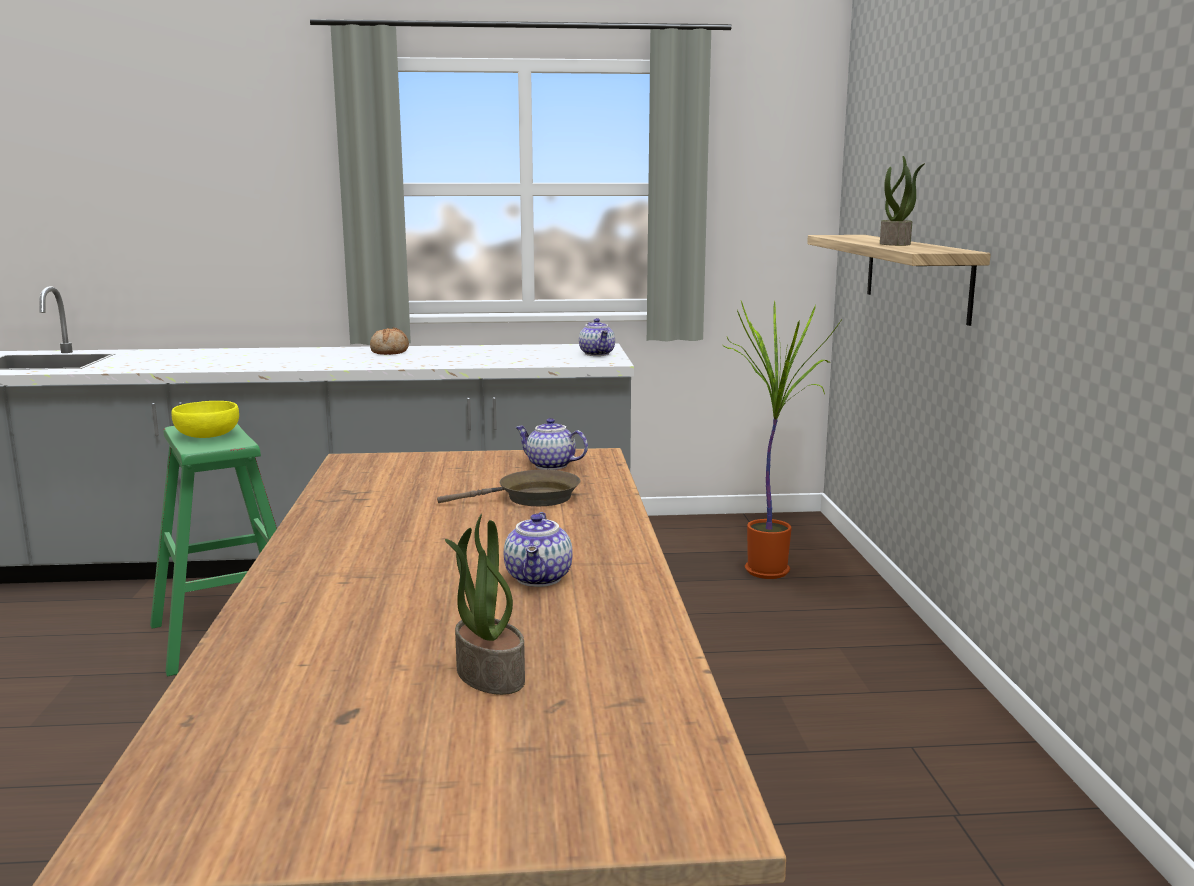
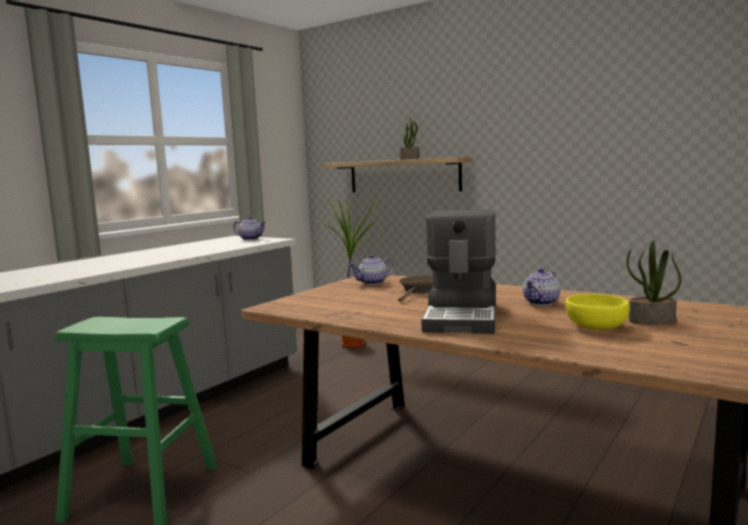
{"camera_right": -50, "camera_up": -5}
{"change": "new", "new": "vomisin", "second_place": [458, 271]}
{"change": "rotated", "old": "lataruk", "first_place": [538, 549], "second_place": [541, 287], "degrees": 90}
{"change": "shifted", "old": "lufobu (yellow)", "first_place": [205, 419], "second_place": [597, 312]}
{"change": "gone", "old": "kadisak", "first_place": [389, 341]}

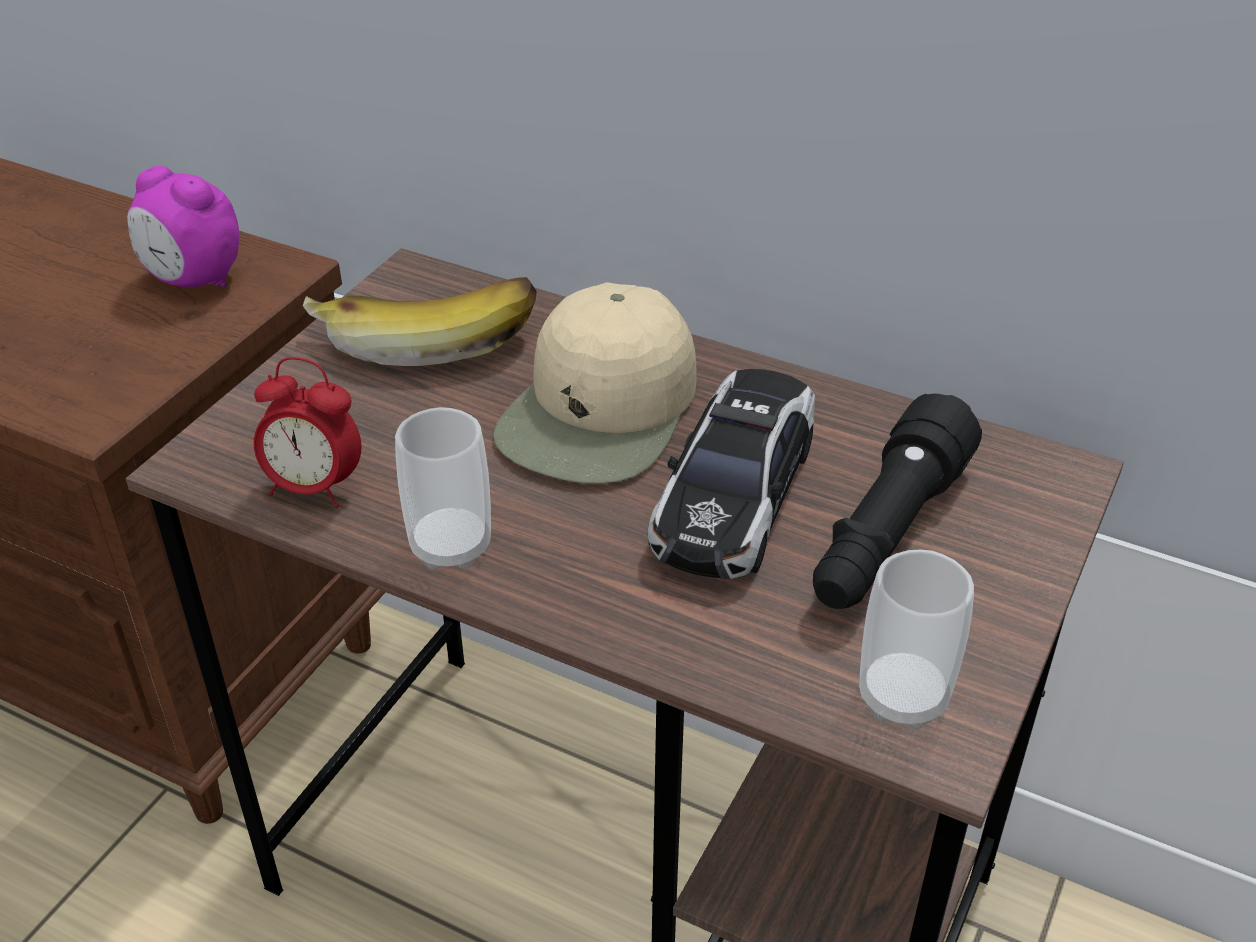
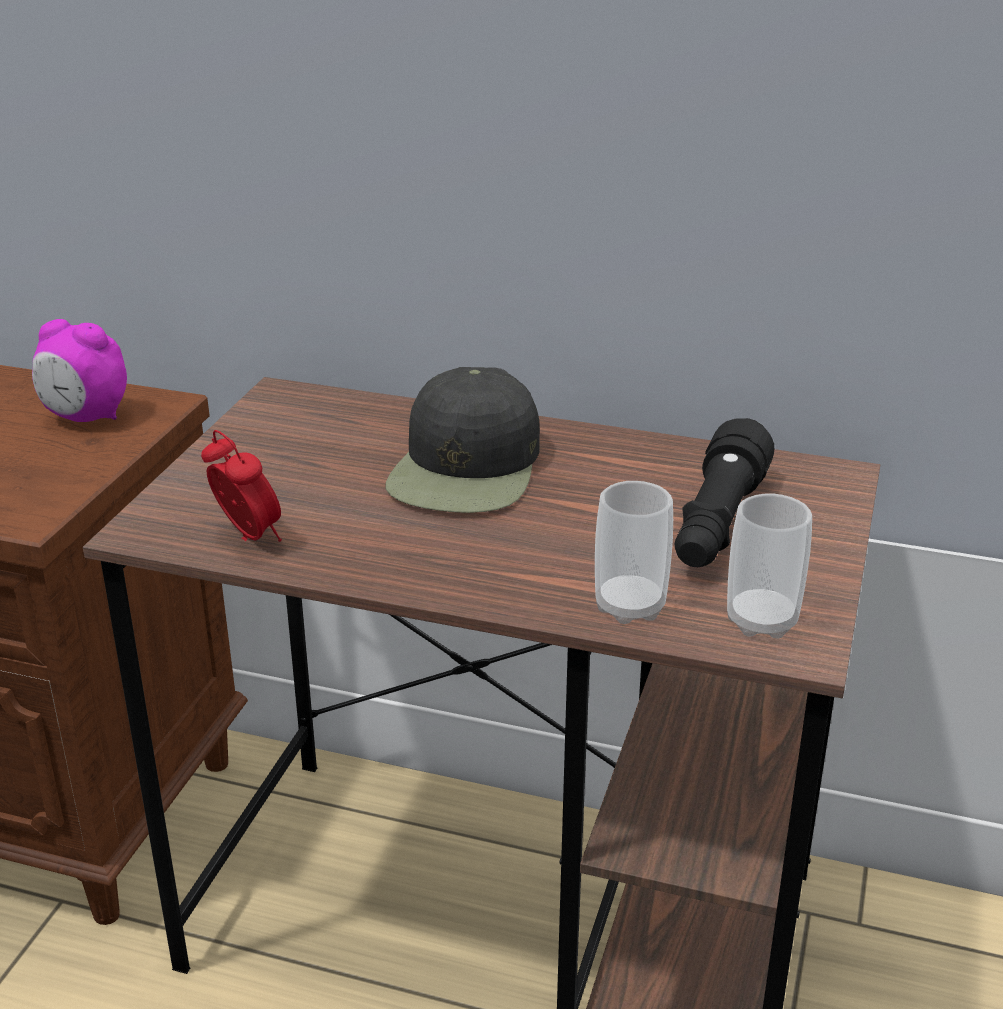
{"camera_right": -10, "camera_up": -10}
{"change": "rotated", "old": "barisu", "first_place": [307, 432], "second_place": [241, 486], "degrees": -135}
{"change": "repainted", "old": "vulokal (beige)", "new": "vulokal (black)", "first_place": [595, 383], "second_place": [463, 440]}
{"change": "shifted", "old": "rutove", "first_place": [443, 488], "second_place": [634, 552]}
{"change": "gone", "old": "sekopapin", "first_place": [420, 321]}
{"change": "gone", "old": "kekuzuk", "first_place": [731, 474]}

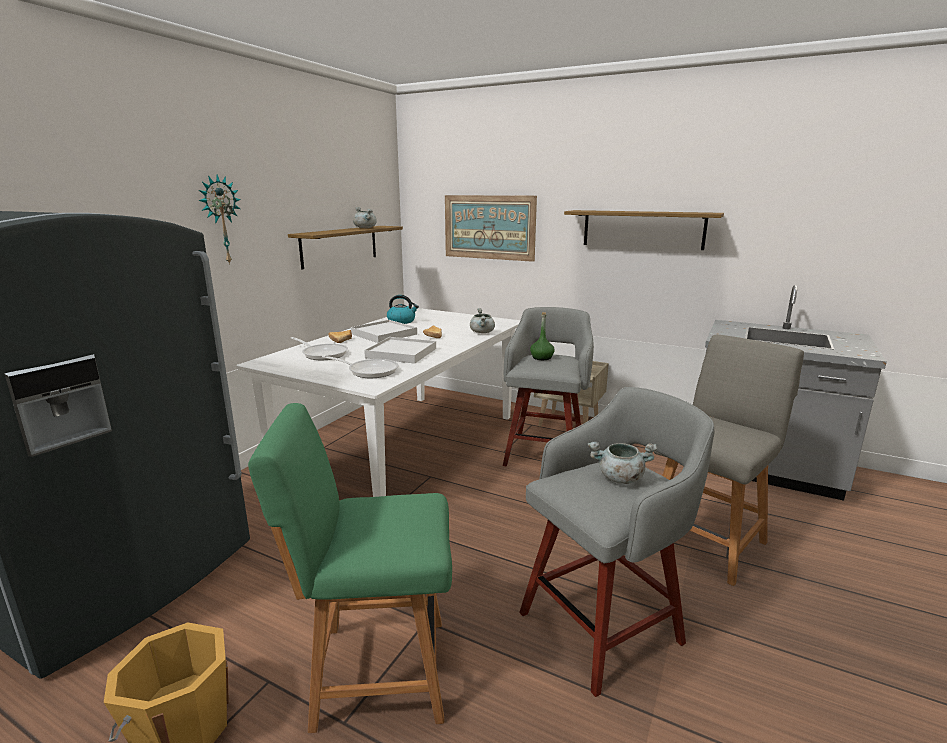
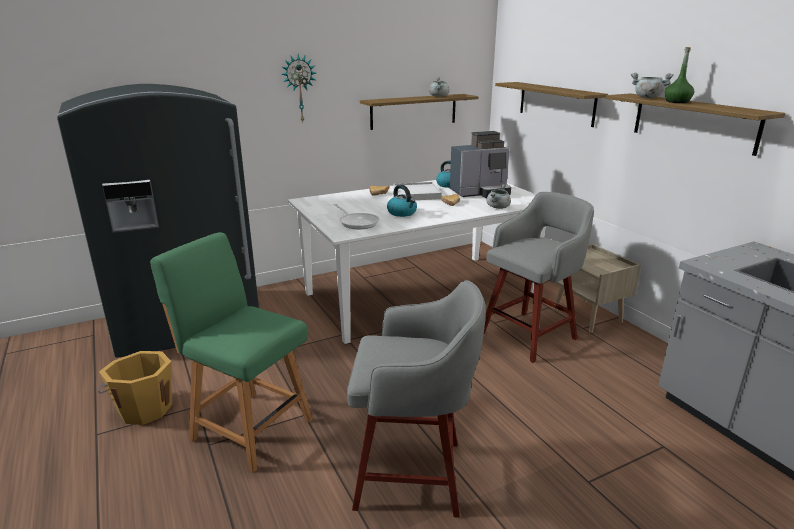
{"camera_right": 35, "camera_up": 5}
{"change": "swapped", "old": "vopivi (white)", "new": "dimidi", "first_place": [400, 350], "second_place": [402, 201]}
{"change": "new", "new": "vomisin", "second_place": [480, 164]}
{"change": "swapped", "old": "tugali", "new": "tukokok", "first_place": [491, 228], "second_place": [551, 104]}
{"change": "shifted", "old": "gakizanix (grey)", "first_place": [622, 462], "second_place": [652, 85]}
{"change": "shifted", "old": "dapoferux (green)", "first_place": [542, 336], "second_place": [680, 75]}
{"change": "gone", "old": "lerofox", "first_place": [319, 348]}
{"change": "gone", "old": "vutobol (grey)", "first_place": [729, 460]}

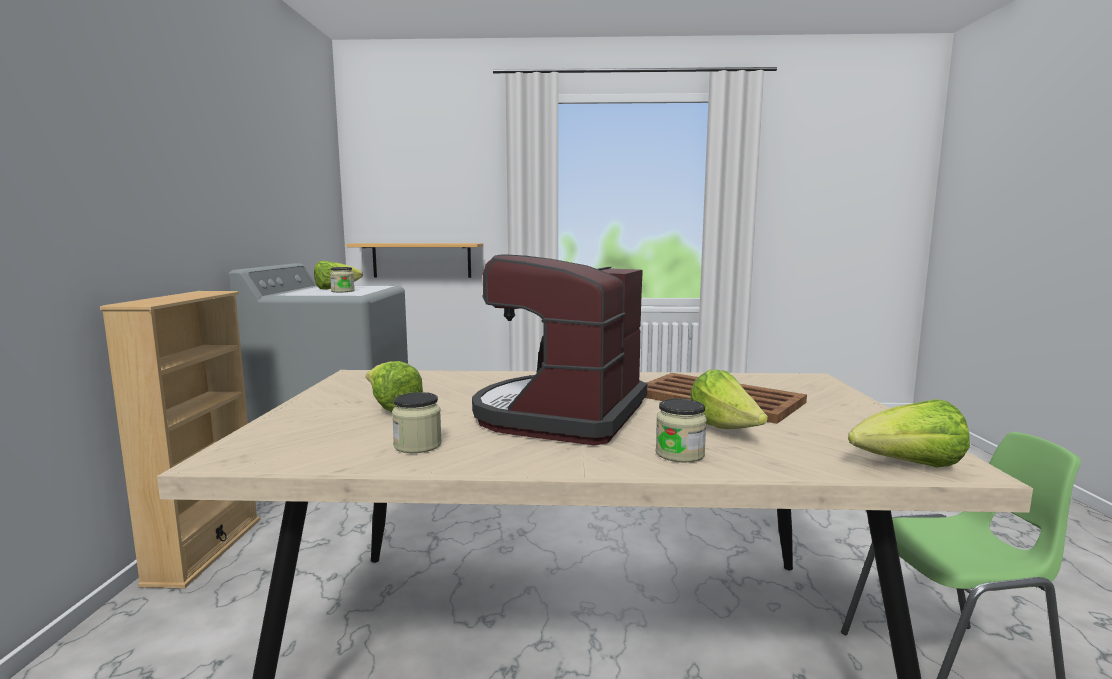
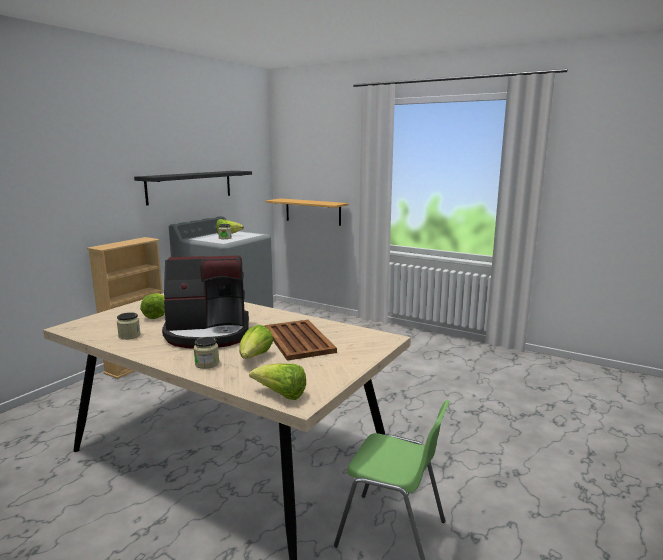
{"camera_right": 30, "camera_up": 5}
{"change": "new", "new": "tukokok (black)", "second_place": [193, 188]}
{"change": "rotated", "old": "vomisin", "first_place": [559, 350], "second_place": [205, 302], "degrees": -150}

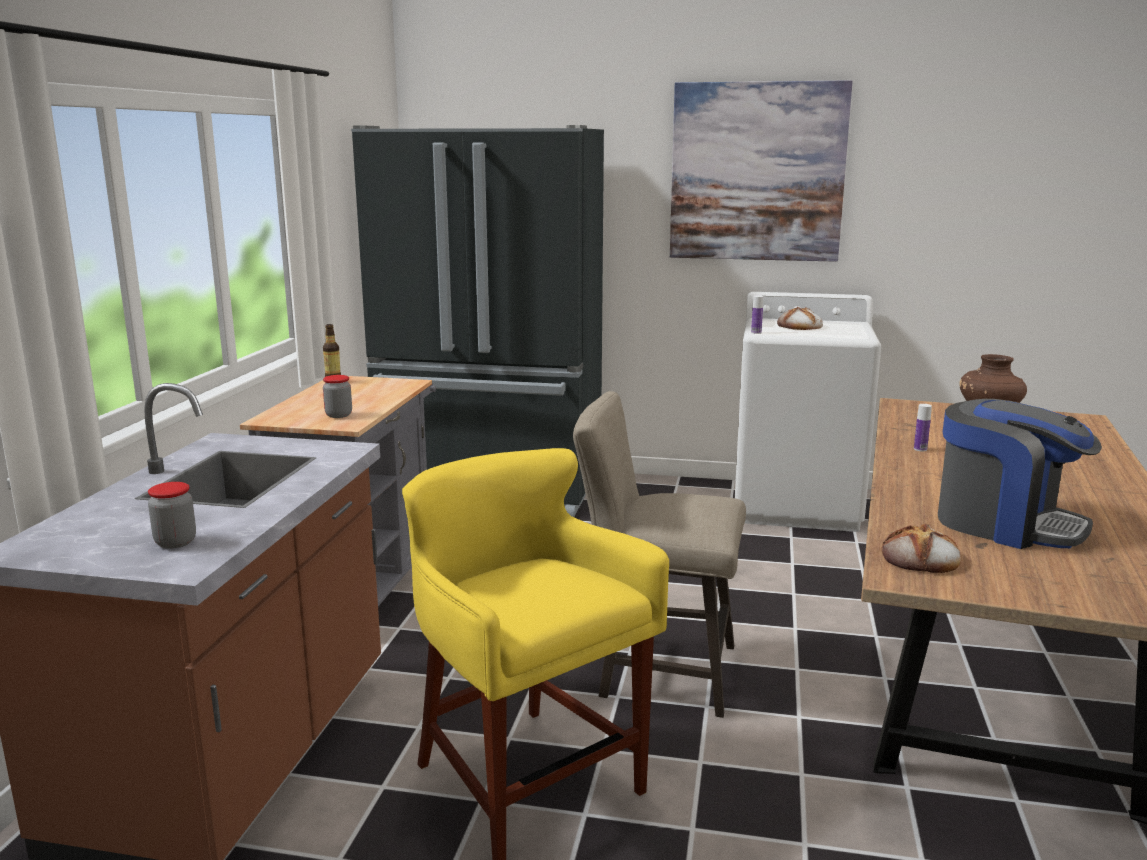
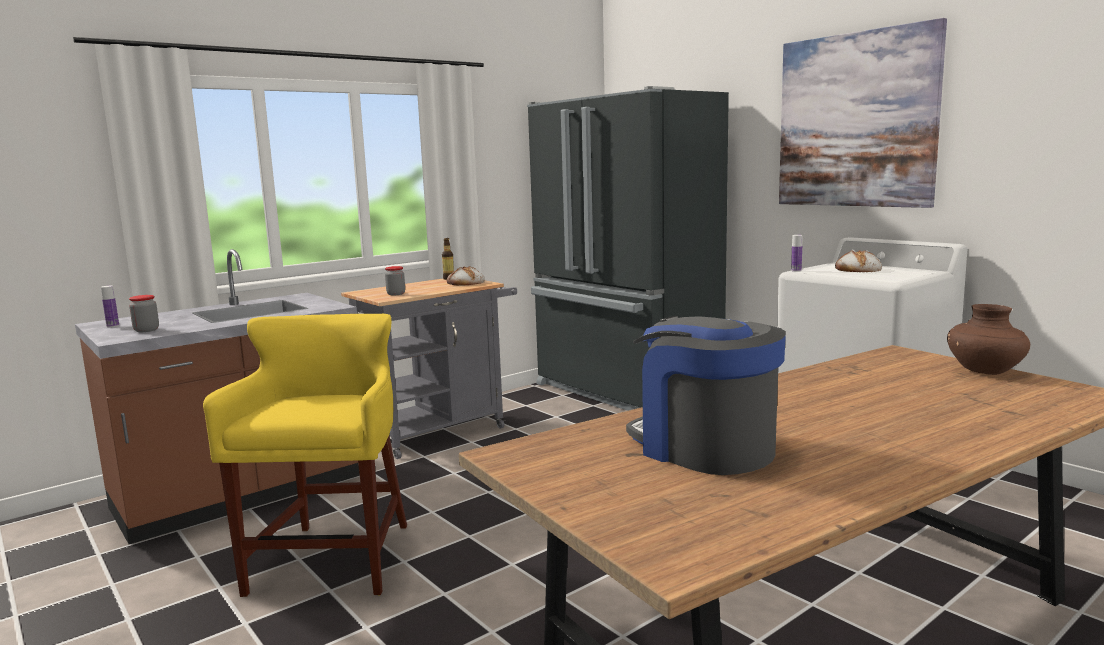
{"camera_right": 40, "camera_up": -5}
{"change": "shifted", "old": "dapoferux", "first_place": [923, 427], "second_place": [110, 307]}
{"change": "shifted", "old": "kadisak", "first_place": [921, 548], "second_place": [466, 275]}
{"change": "rotated", "old": "vomisin", "first_place": [1020, 474], "second_place": [706, 395], "degrees": 150}
{"change": "gone", "old": "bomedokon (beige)", "first_place": [659, 554]}

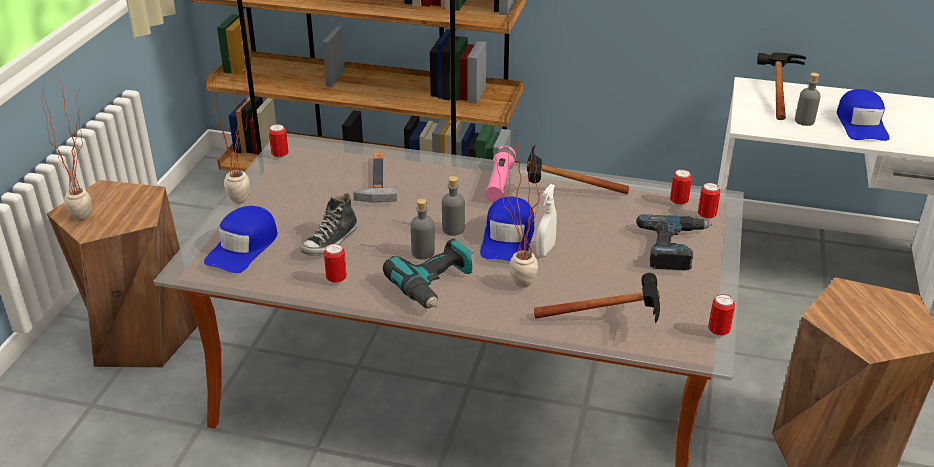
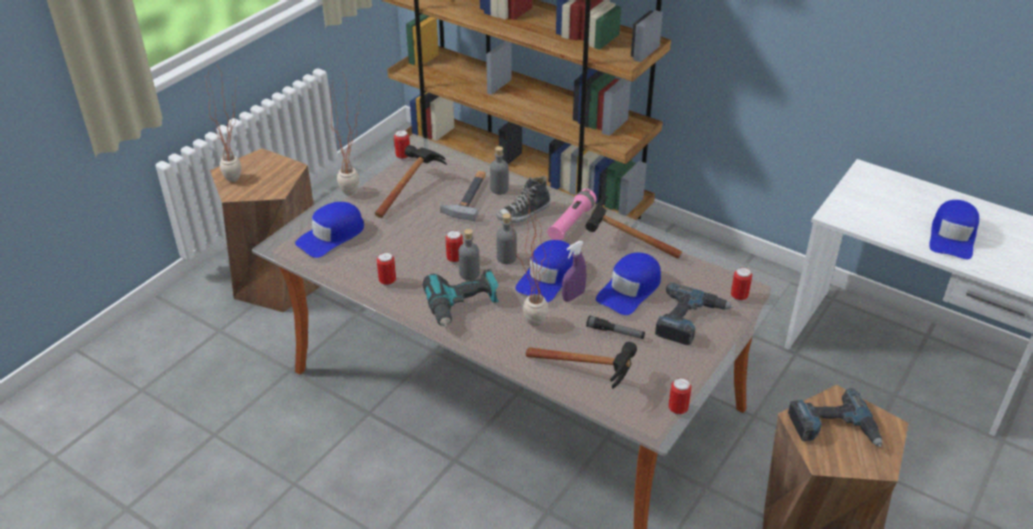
{"camera_right": 20, "camera_up": 5}
{"change": "shifted", "old": "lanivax", "first_place": [781, 86], "second_place": [411, 181]}
{"change": "shifted", "old": "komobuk", "first_place": [681, 187], "second_place": [454, 247]}
{"change": "shifted", "old": "dapoferux (grey)", "first_place": [808, 99], "second_place": [499, 170]}
{"change": "shifted", "old": "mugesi", "first_place": [329, 224], "second_place": [523, 199]}
{"change": "repainted", "old": "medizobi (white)", "new": "medizobi (purple)", "first_place": [546, 220], "second_place": [574, 271]}
{"change": "new", "new": "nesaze", "second_place": [615, 327]}
{"change": "new", "new": "vulokal (blue)", "second_place": [628, 284]}
{"change": "new", "new": "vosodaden", "second_place": [835, 418]}

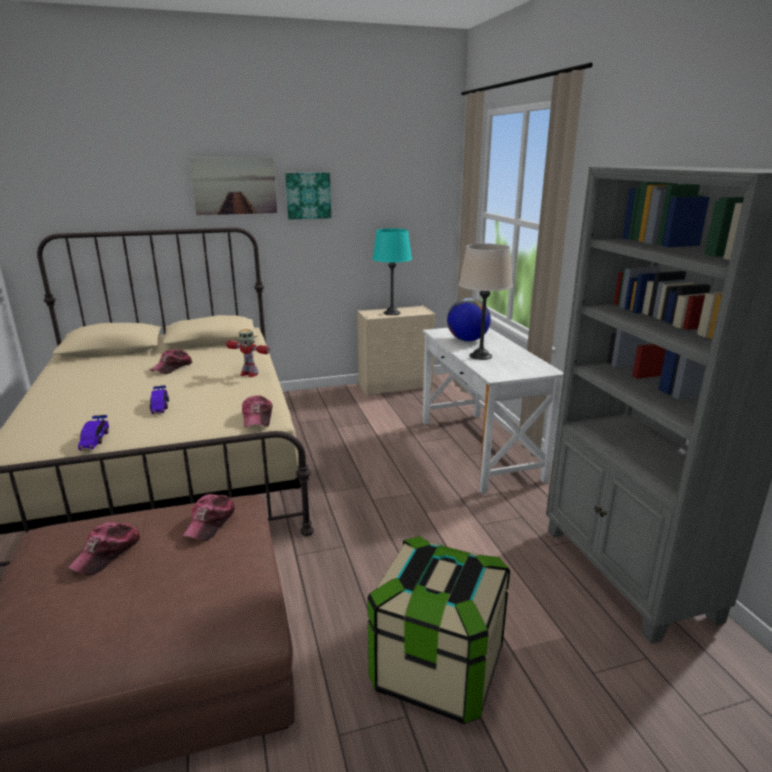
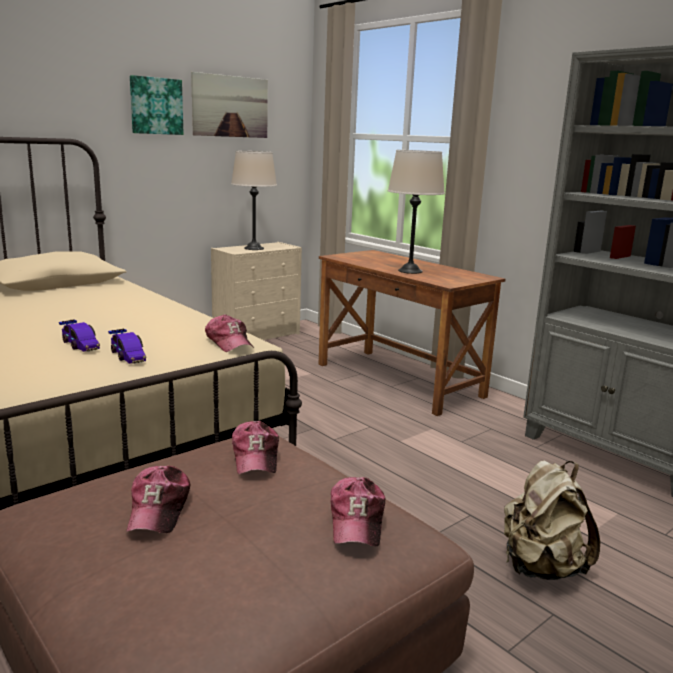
{"camera_right": -25, "camera_up": -5}
{"change": "shifted", "old": "kekuzuk", "first_place": [93, 433], "second_place": [127, 346]}
{"change": "shifted", "old": "tugali", "first_place": [233, 186], "second_place": [229, 105]}
{"change": "repainted", "old": "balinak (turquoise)", "new": "balinak (beige)", "first_place": [392, 271], "second_place": [254, 200]}
{"change": "repainted", "old": "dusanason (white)", "new": "dusanason (brown)", "first_place": [493, 411], "second_place": [412, 333]}
{"change": "shifted", "old": "vulokal", "first_place": [171, 361], "second_place": [358, 511]}
{"change": "swapped", "old": "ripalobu", "new": "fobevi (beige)", "first_place": [439, 630], "second_place": [552, 520]}
{"change": "gone", "old": "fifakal", "first_place": [248, 353]}
{"change": "gone", "old": "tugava", "first_place": [469, 319]}

